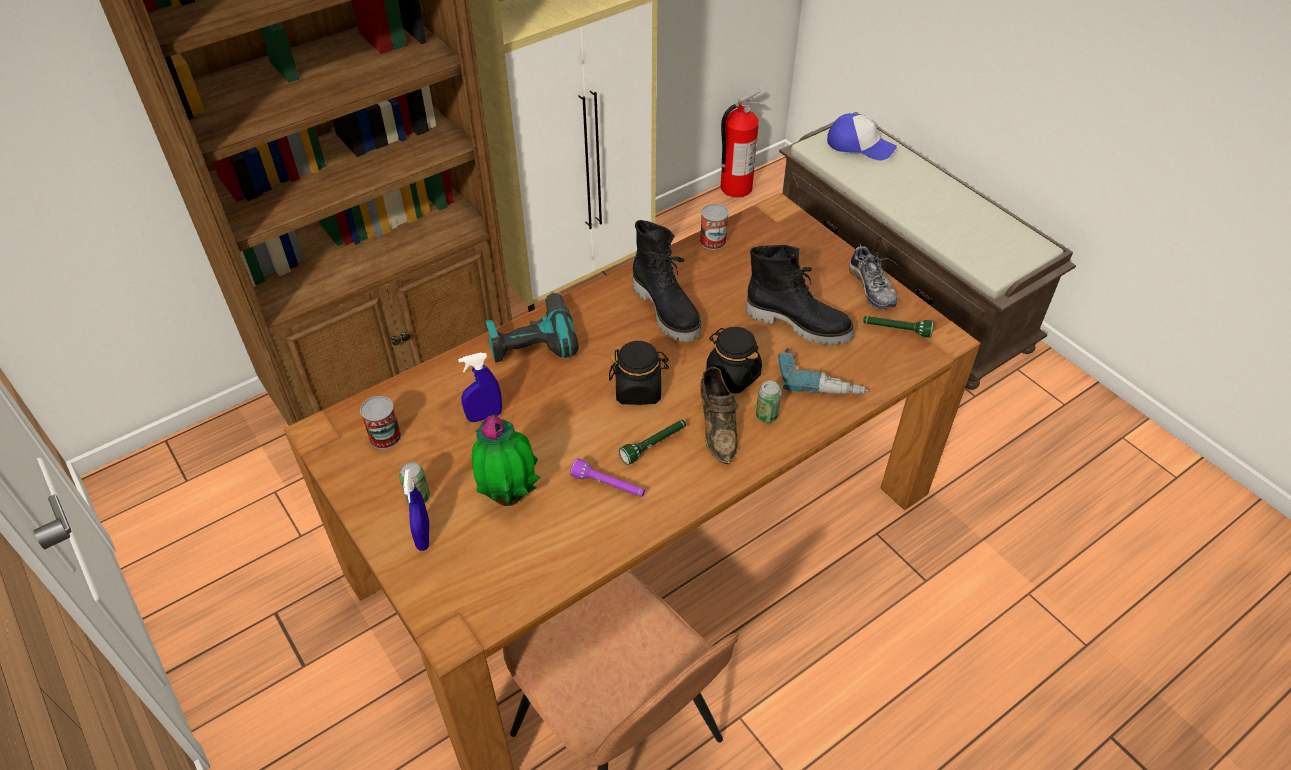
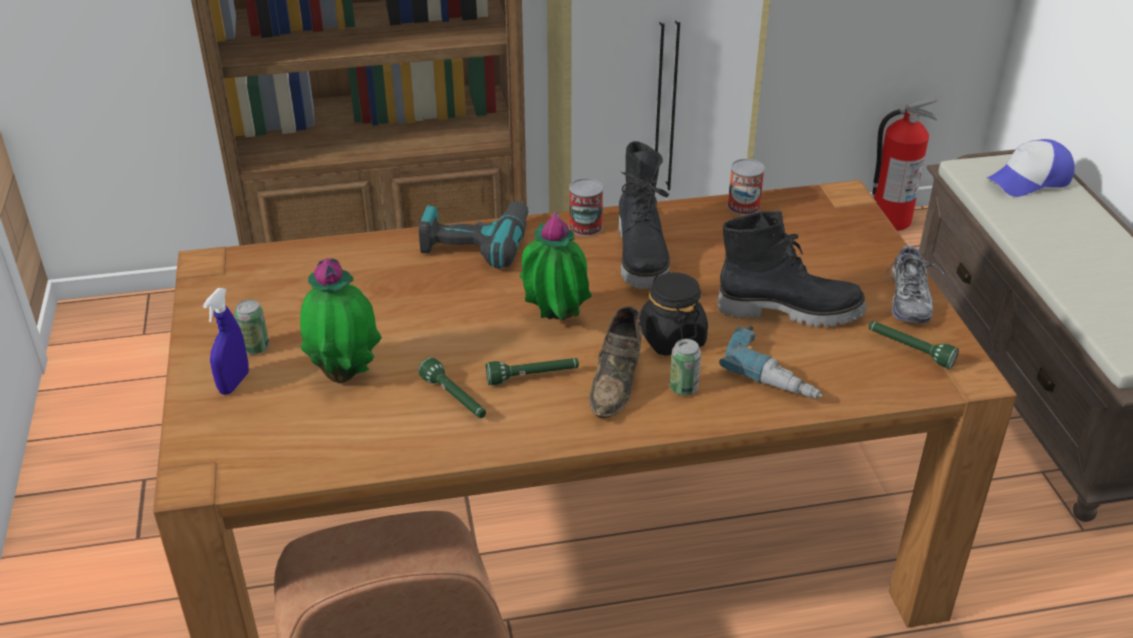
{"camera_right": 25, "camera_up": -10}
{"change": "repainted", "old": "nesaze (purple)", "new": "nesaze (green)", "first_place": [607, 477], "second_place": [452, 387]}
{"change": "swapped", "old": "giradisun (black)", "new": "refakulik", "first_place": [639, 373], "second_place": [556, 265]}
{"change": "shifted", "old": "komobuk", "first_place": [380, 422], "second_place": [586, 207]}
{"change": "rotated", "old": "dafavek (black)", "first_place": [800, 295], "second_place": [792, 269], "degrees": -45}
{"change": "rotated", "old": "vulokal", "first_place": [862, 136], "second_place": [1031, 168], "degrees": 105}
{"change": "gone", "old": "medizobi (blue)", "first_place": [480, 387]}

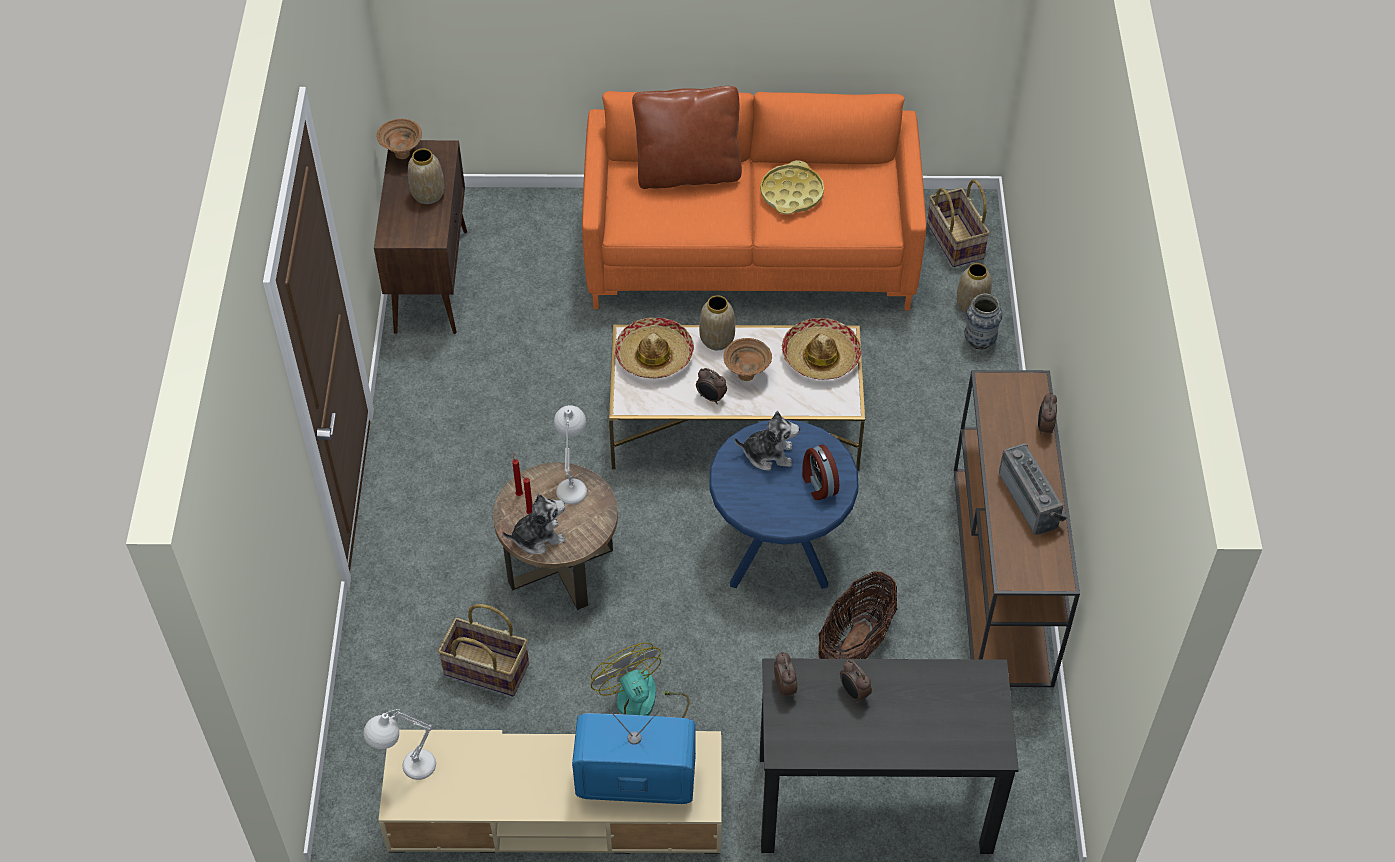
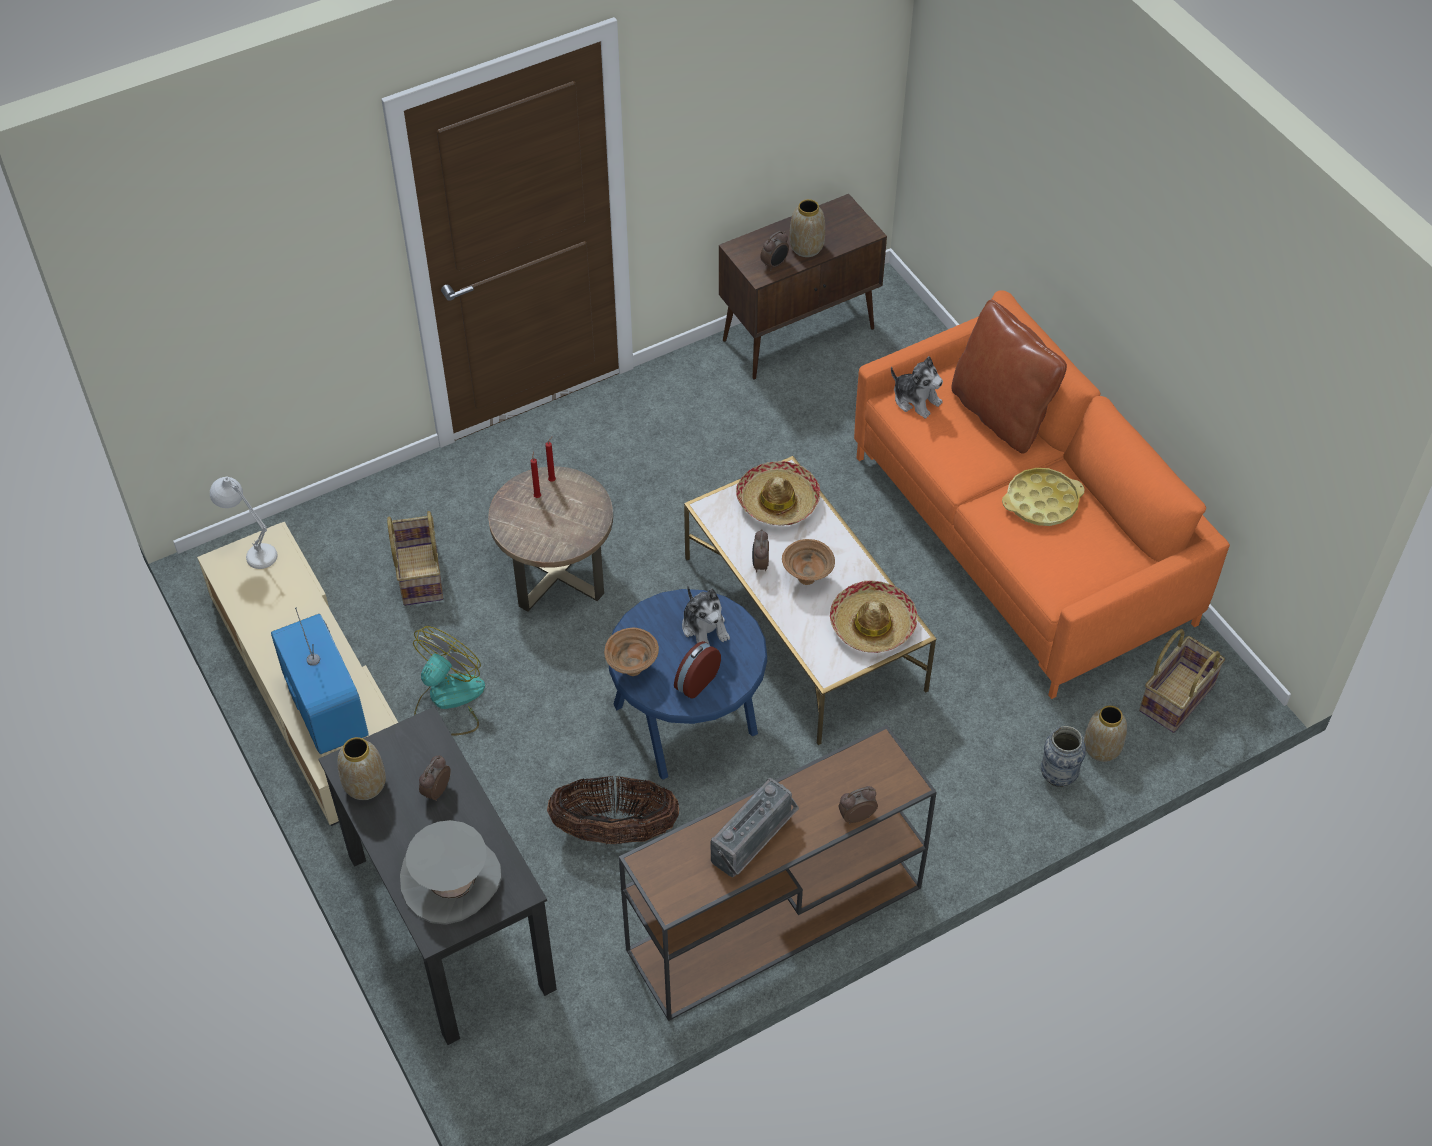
{"camera_right": 60, "camera_up": 0}
{"change": "shifted", "old": "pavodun", "first_place": [717, 322], "second_place": [361, 768]}
{"change": "new", "new": "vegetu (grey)", "second_place": [451, 872]}
{"change": "shifted", "old": "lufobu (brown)", "first_place": [399, 139], "second_place": [631, 652]}
{"change": "shifted", "old": "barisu", "first_place": [785, 674], "second_place": [774, 251]}
{"change": "shifted", "old": "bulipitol", "first_place": [534, 523], "second_place": [917, 387]}
{"change": "gone", "old": "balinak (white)", "first_place": [570, 455]}

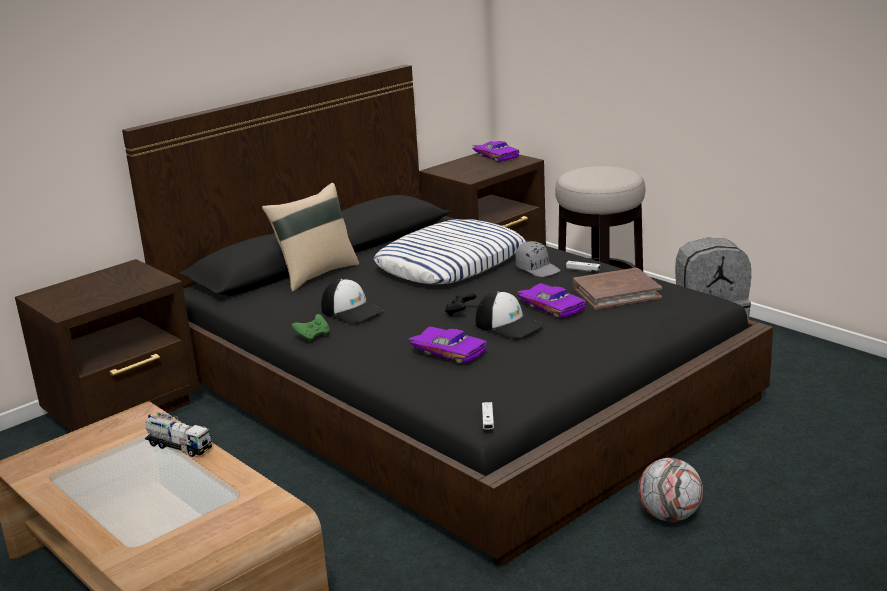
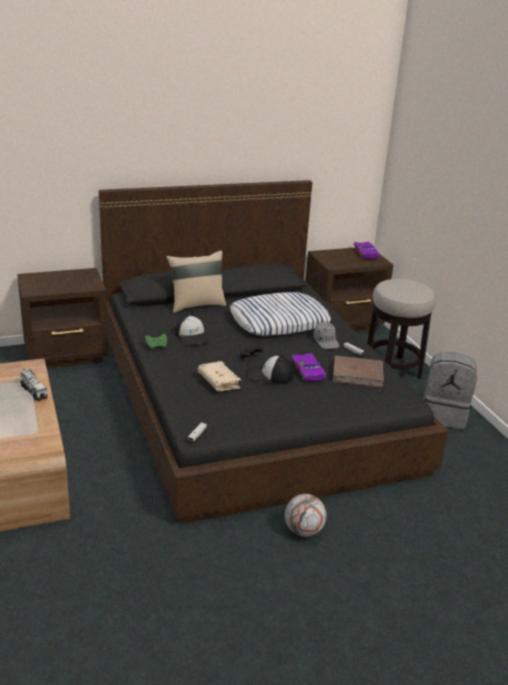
{"camera_right": 20, "camera_up": 5}
{"change": "swapped", "old": "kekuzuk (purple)", "new": "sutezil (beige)", "first_place": [448, 345], "second_place": [219, 376]}
{"change": "rotated", "old": "vulokal", "first_place": [509, 314], "second_place": [270, 369], "degrees": 120}

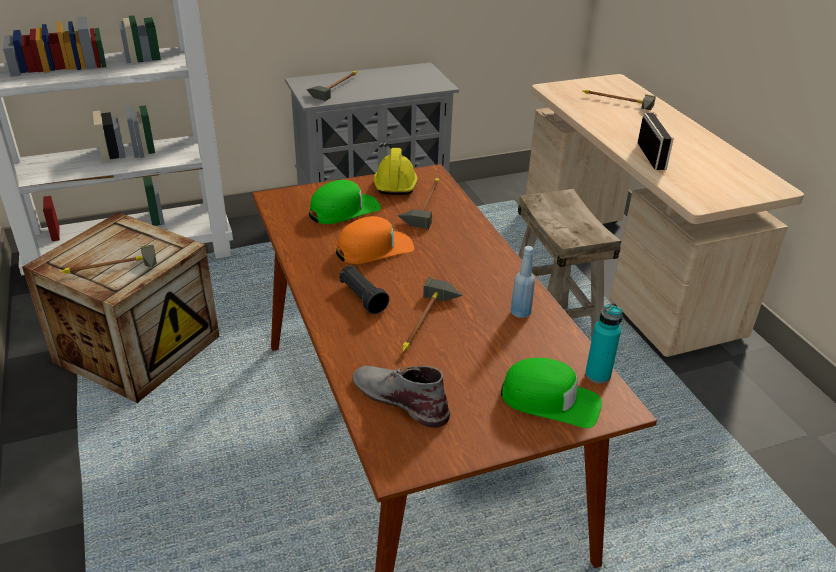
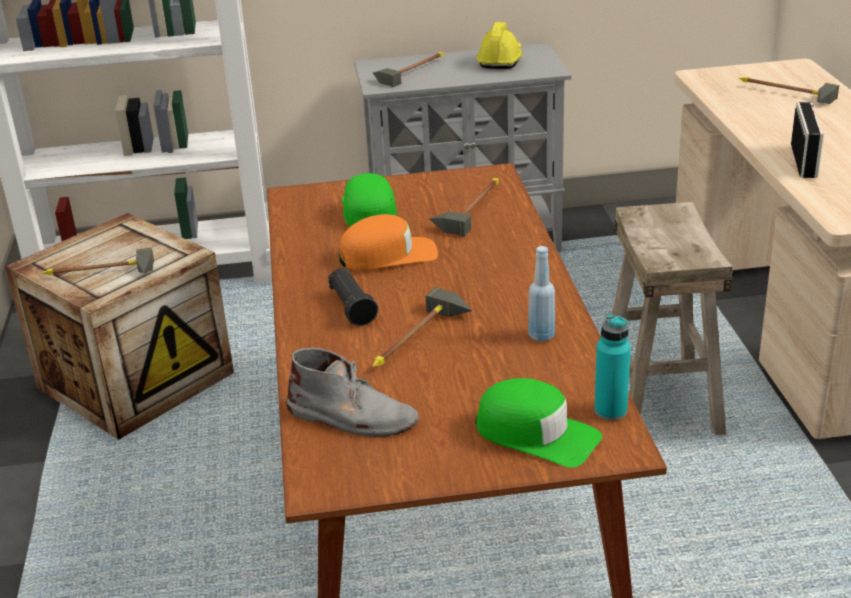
{"camera_right": 15, "camera_up": -5}
{"change": "rotated", "old": "dafavek (grey)", "first_place": [401, 397], "second_place": [352, 392], "degrees": 150}
{"change": "rotated", "old": "vulokal (green)", "first_place": [345, 202], "second_place": [369, 199], "degrees": -75}
{"change": "shifted", "old": "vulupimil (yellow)", "first_place": [396, 171], "second_place": [499, 45]}

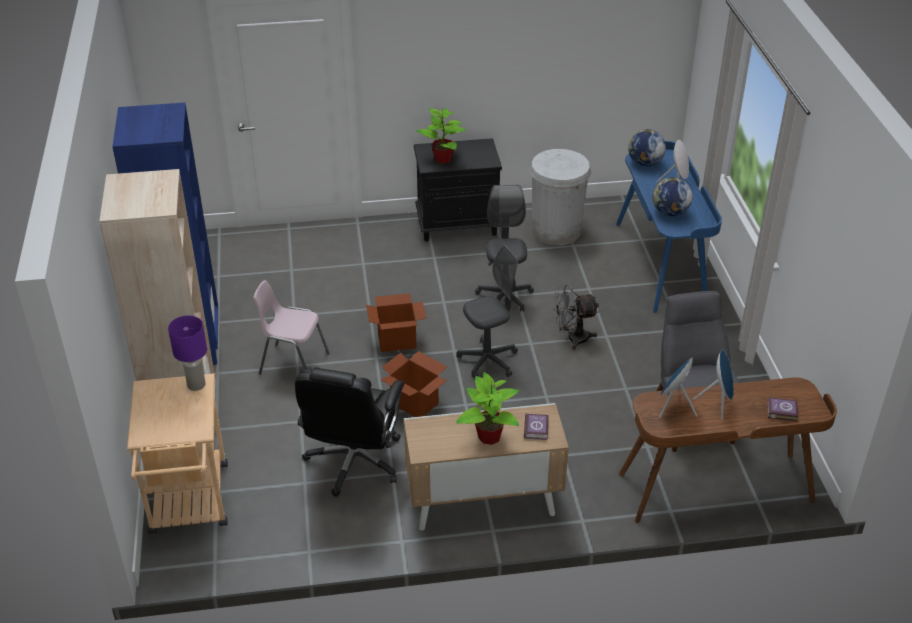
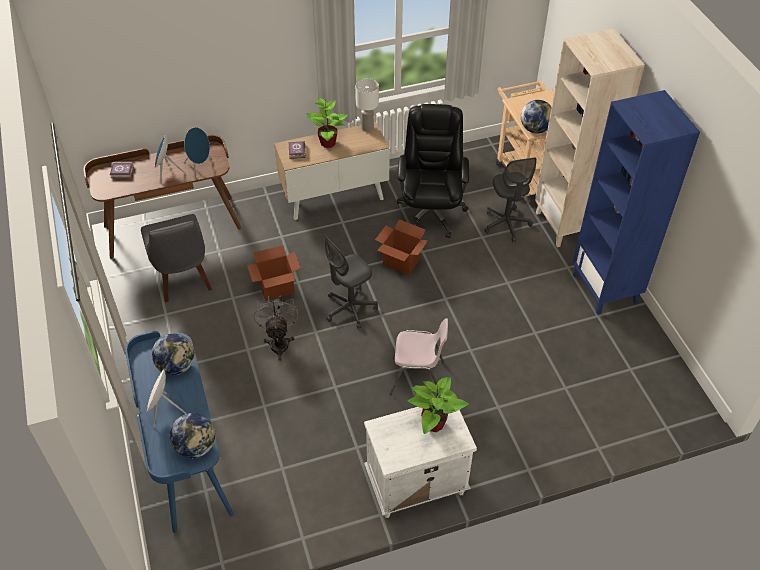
{"camera_right": 170, "camera_up": 10}
{"change": "shifted", "old": "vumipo", "first_place": [396, 322], "second_place": [274, 273]}
{"change": "rotated", "old": "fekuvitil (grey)", "first_place": [576, 317], "second_place": [276, 328], "degrees": -75}
{"change": "new", "new": "balinak (white)", "second_place": [367, 105]}
{"change": "repainted", "old": "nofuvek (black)", "new": "nofuvek (white)", "first_place": [458, 190], "second_place": [420, 462]}
{"change": "shifted", "old": "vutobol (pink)", "first_place": [291, 327], "second_place": [418, 357]}
{"change": "shifted", "old": "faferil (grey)", "first_place": [504, 248], "second_place": [510, 199]}
{"change": "swapped", "old": "balinak (purple)", "new": "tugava", "first_place": [187, 353], "second_place": [536, 116]}
{"change": "gone", "old": "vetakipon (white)", "first_place": [560, 197]}

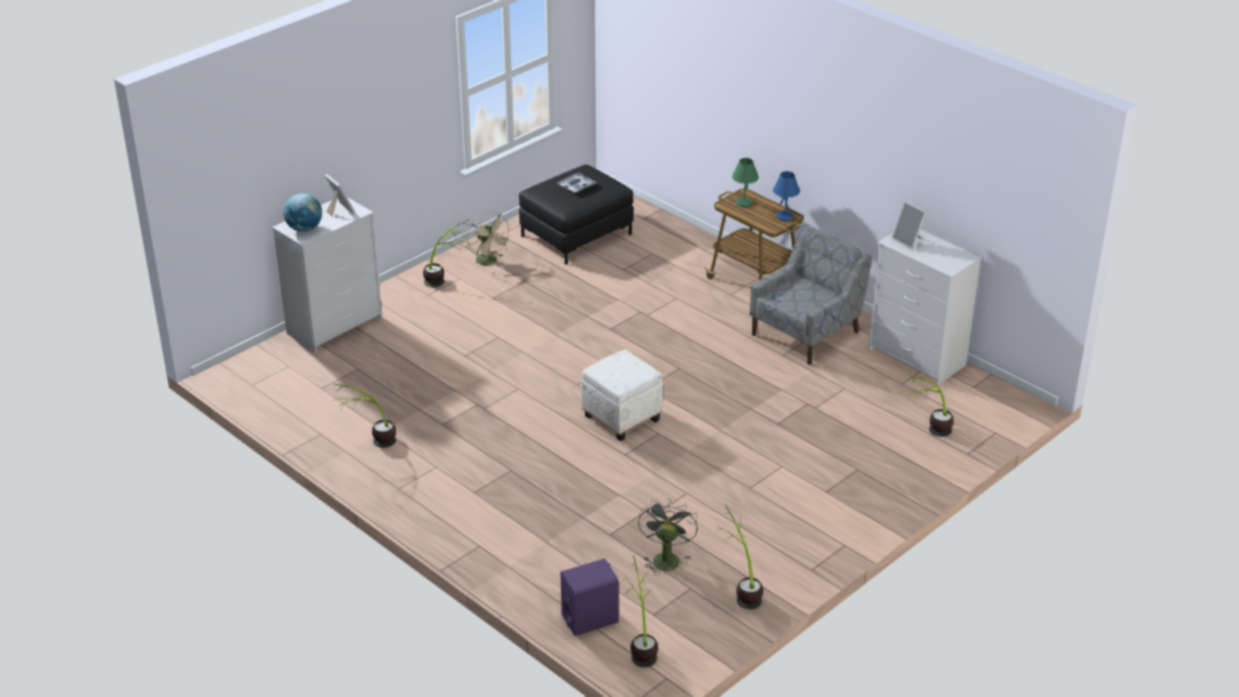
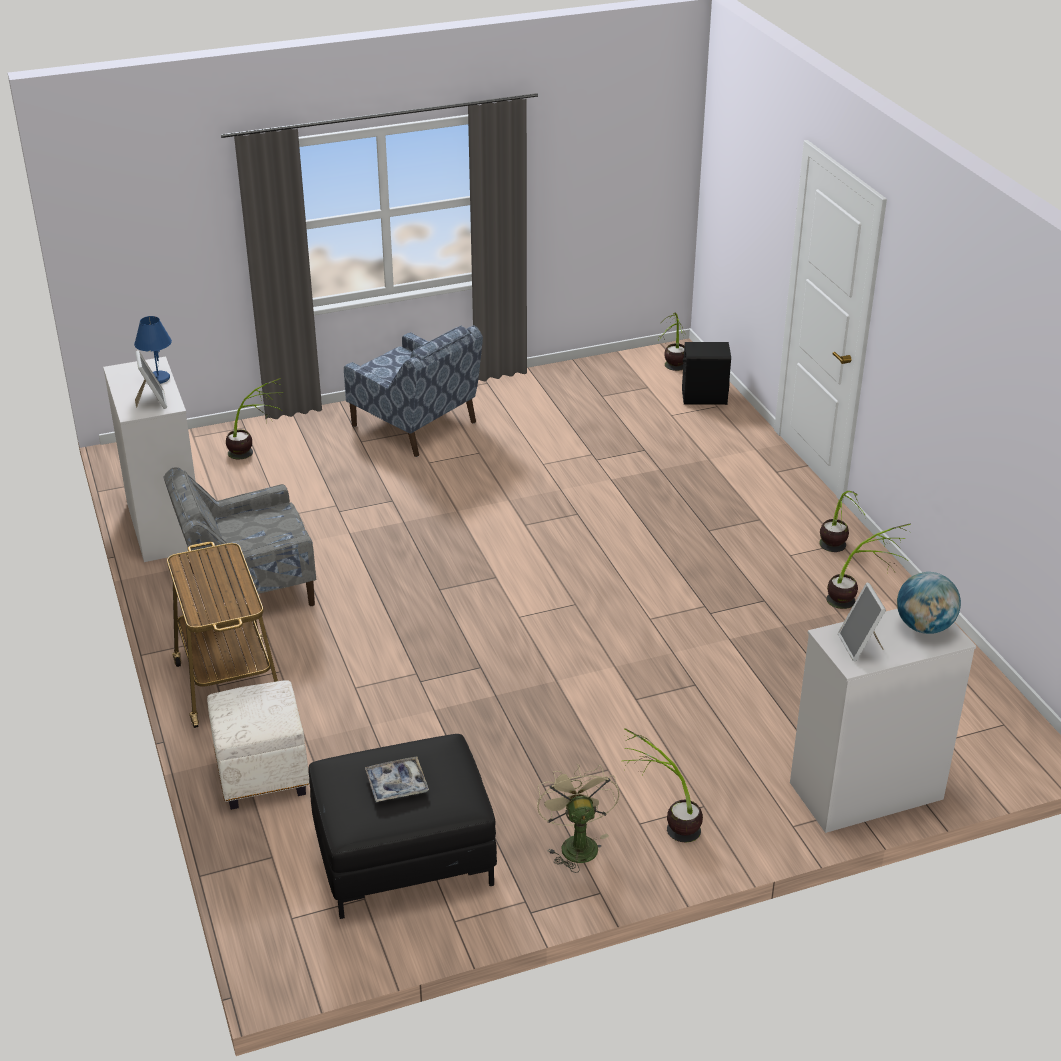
{"camera_right": -155, "camera_up": 0}
{"change": "shifted", "old": "balinak (blue)", "first_place": [786, 196], "second_place": [153, 350]}
{"change": "shifted", "old": "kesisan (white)", "first_place": [622, 395], "second_place": [258, 745]}
{"change": "new", "new": "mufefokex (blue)", "second_place": [413, 391]}
{"change": "repainted", "old": "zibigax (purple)", "new": "zibigax (black)", "first_place": [589, 597], "second_place": [706, 373]}
{"change": "shifted", "old": "refakulik", "first_place": [740, 557], "second_place": [842, 521]}
{"change": "gone", "old": "fekuvitil (grey)", "first_place": [668, 537]}
{"change": "gone", "old": "balinak (green)", "first_place": [745, 182]}

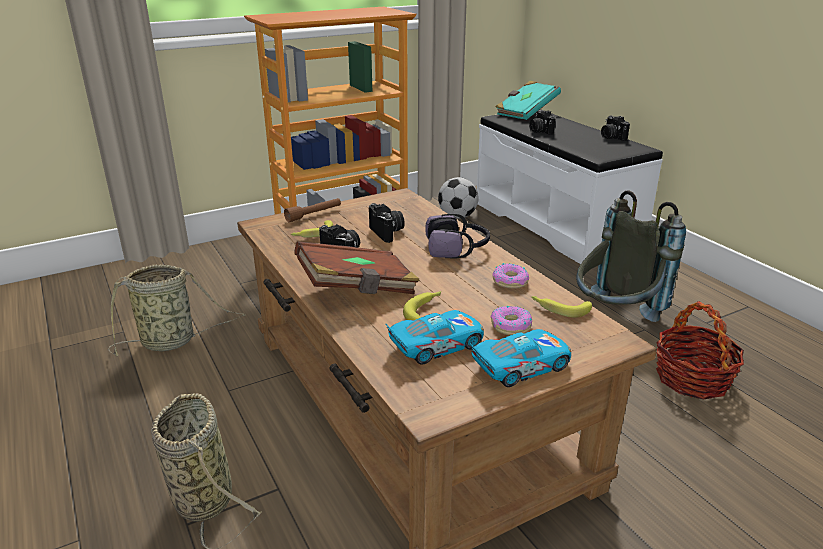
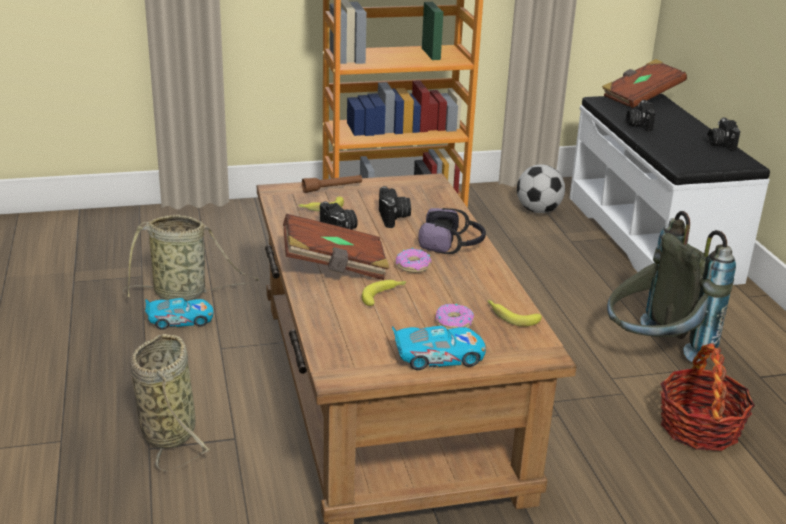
{"camera_right": 15, "camera_up": 0}
{"change": "shifted", "old": "kekuzuk", "first_place": [435, 337], "second_place": [179, 314]}
{"change": "shifted", "old": "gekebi", "first_place": [510, 276], "second_place": [414, 260]}
{"change": "repainted", "old": "sutezil (turquoise)", "new": "sutezil (brown)", "first_place": [528, 100], "second_place": [644, 83]}

